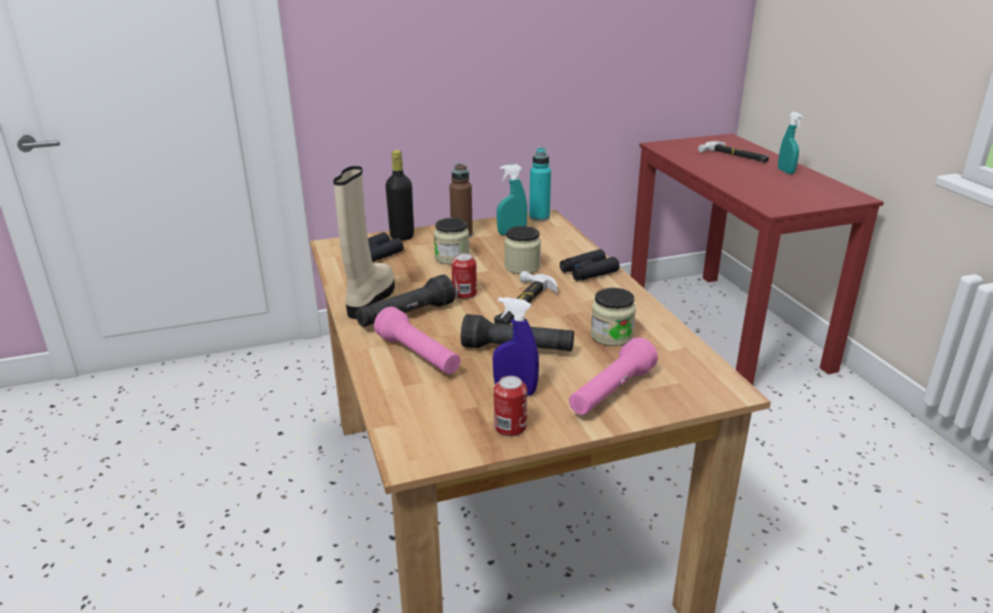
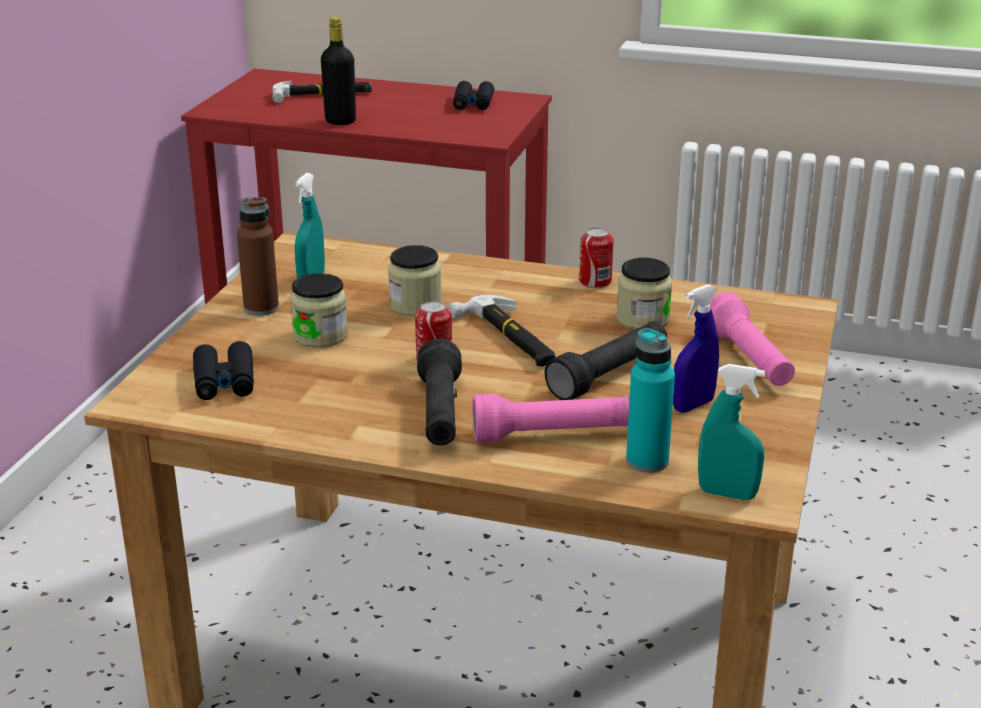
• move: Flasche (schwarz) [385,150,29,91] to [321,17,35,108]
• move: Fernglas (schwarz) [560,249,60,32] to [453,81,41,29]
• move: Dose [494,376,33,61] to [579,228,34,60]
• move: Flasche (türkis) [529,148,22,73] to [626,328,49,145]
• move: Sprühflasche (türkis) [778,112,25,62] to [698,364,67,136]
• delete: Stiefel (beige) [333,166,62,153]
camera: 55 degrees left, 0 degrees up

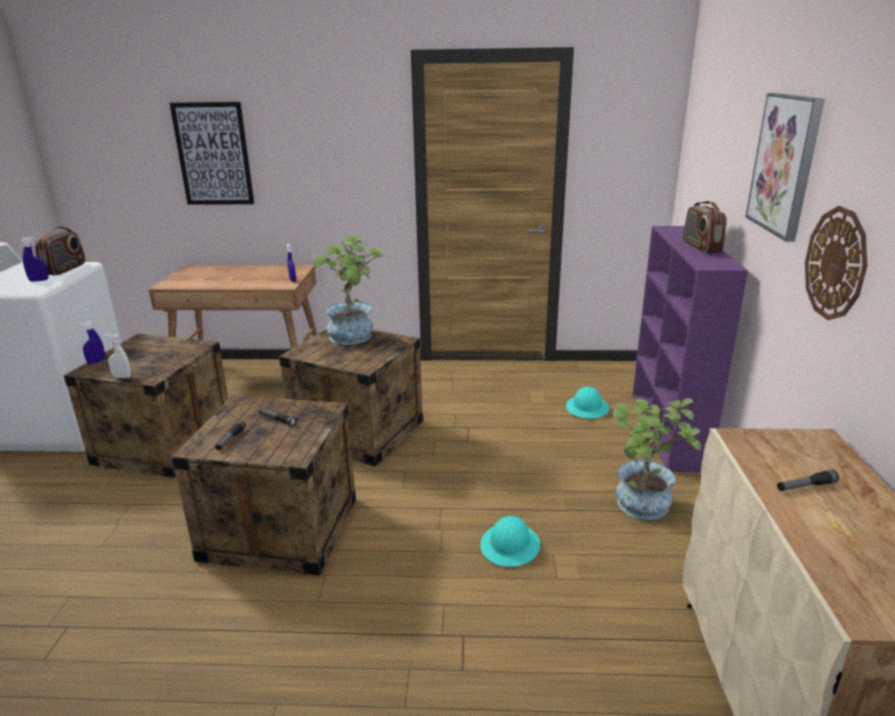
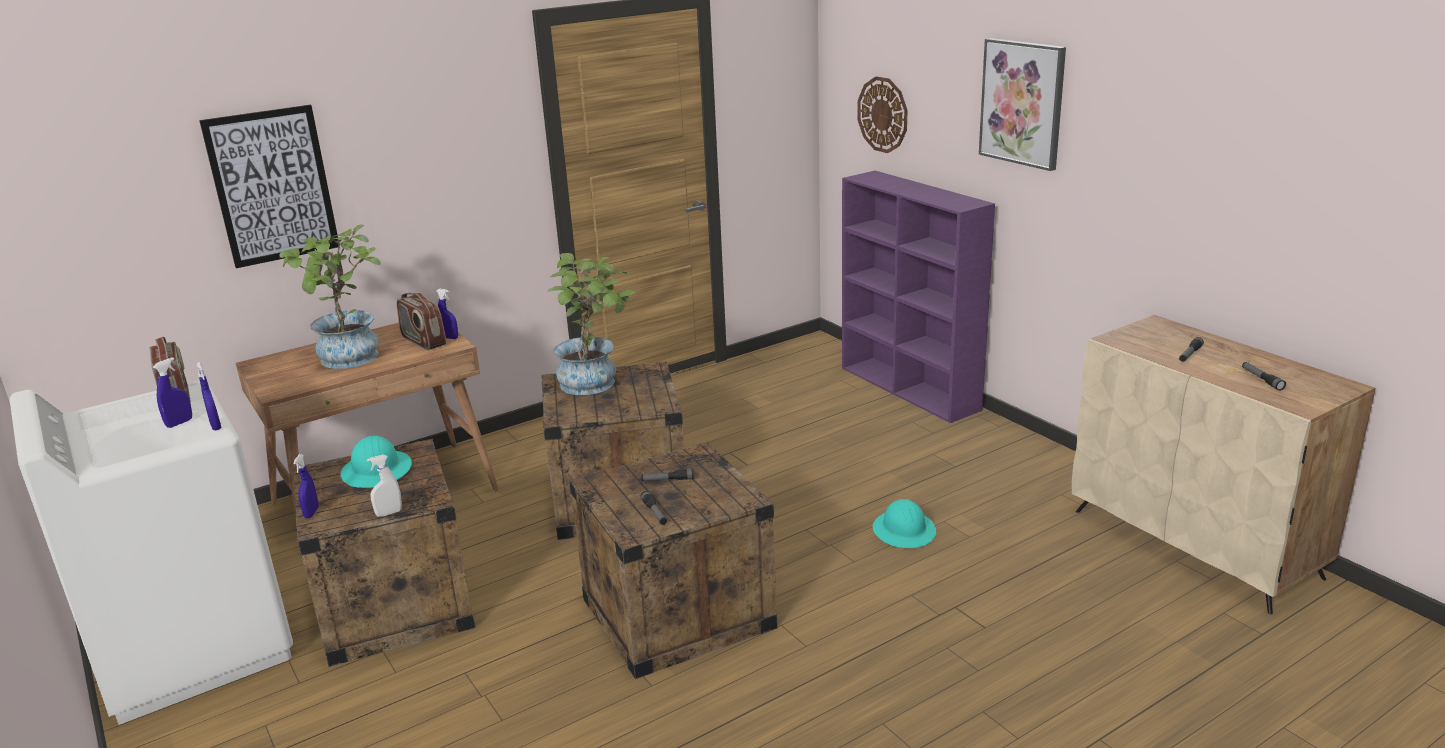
• insert: Sprühflasche (blau) [197,362,24,68]
• move: Topfpflanze [612,398,89,122] to [280,224,101,145]
• move: Schutzhelm (türkis) [566,386,43,33] to [341,436,71,52]
• move: Radio [683,201,44,52] to [397,293,49,57]
• move: Wanduhr [805,206,62,114] to [858,76,50,77]
• insert: Taschenlampe [1242,362,44,29]
camera: 35 degrees left, 0 degrees up

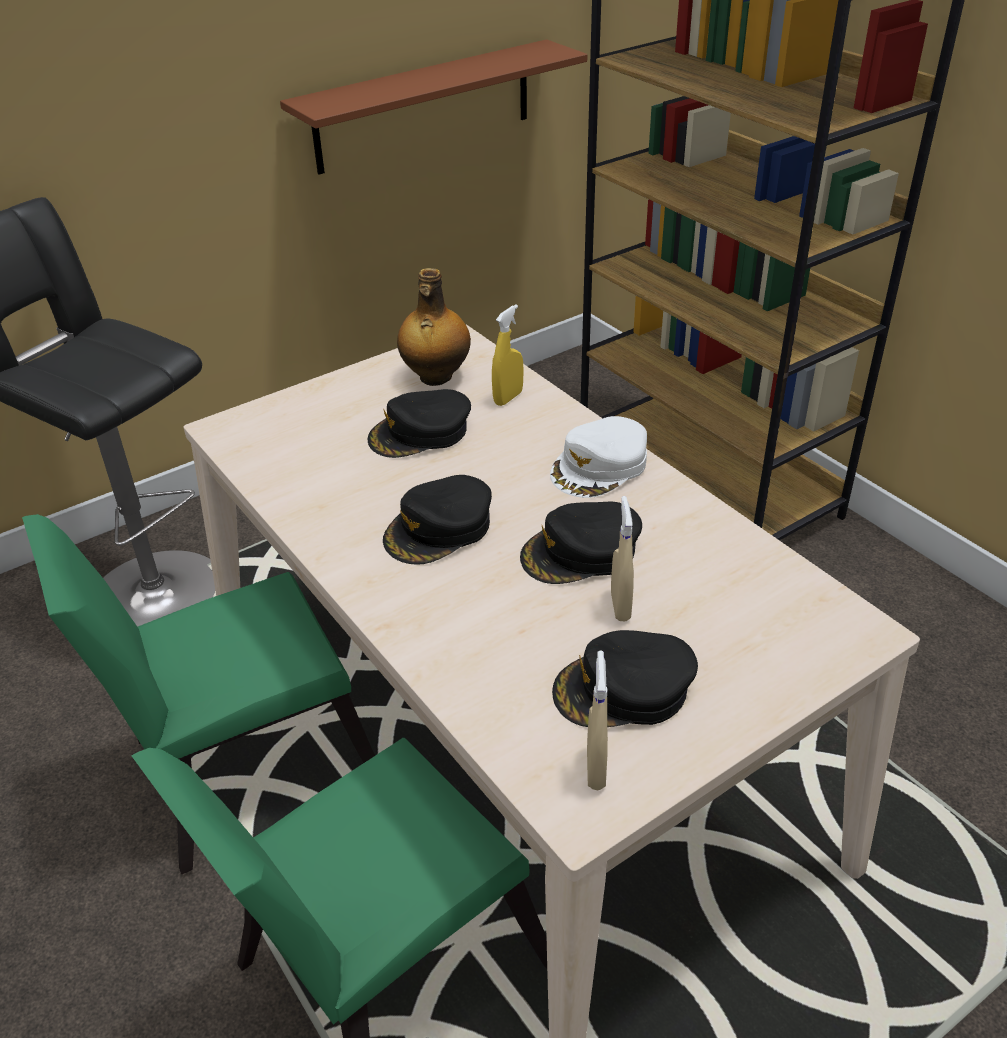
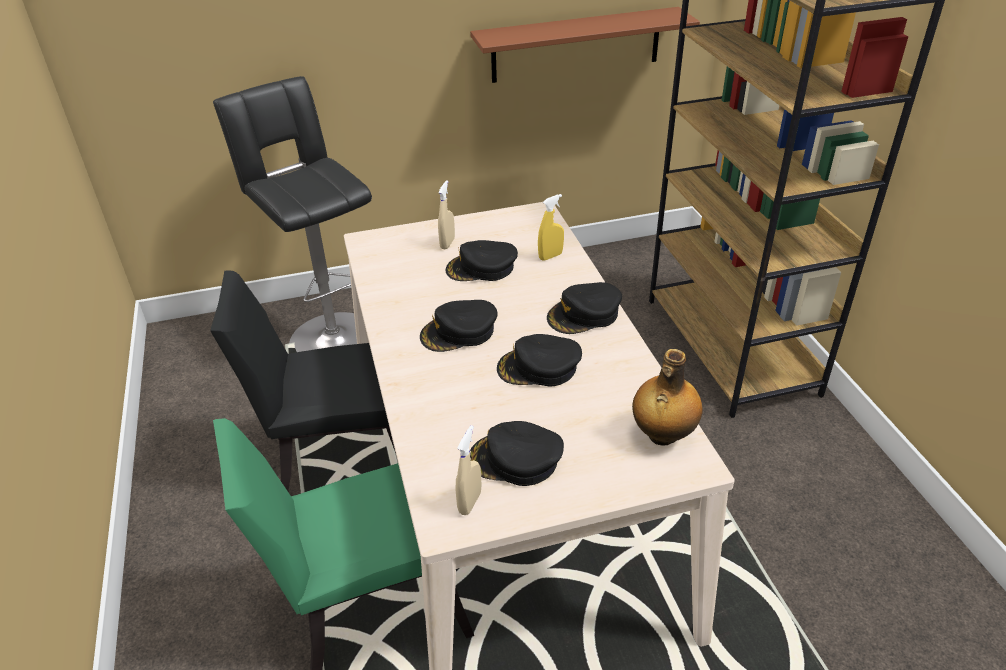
• recolor: Stuhl (grün) [22,514,353,360] to Stuhl (schwarz) [210,270,186,221]
• move: Sprühflasche (beige) [611,496,23,125] to [438,180,17,69]
• recolor: Kappe (weiß) [550,416,97,82] to Kappe (schwarz) [547,282,75,52]
• move: Flasche [397,268,74,118] to [632,349,71,97]
camera: 20 degrees right, 0 degrees up

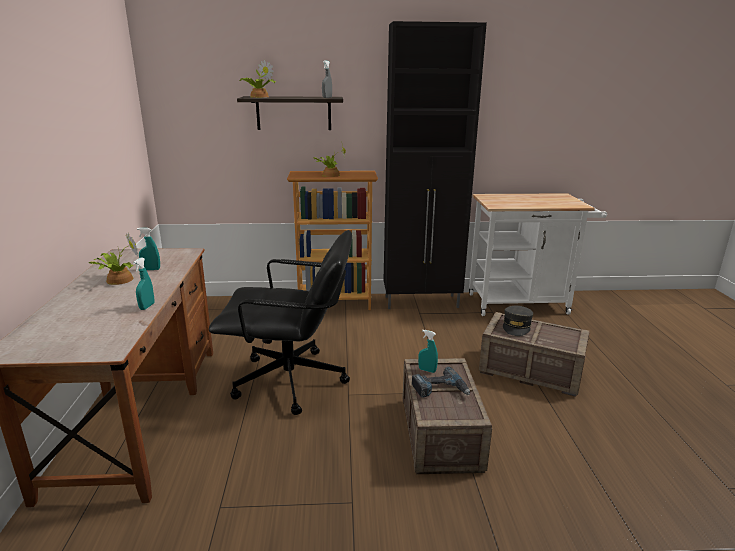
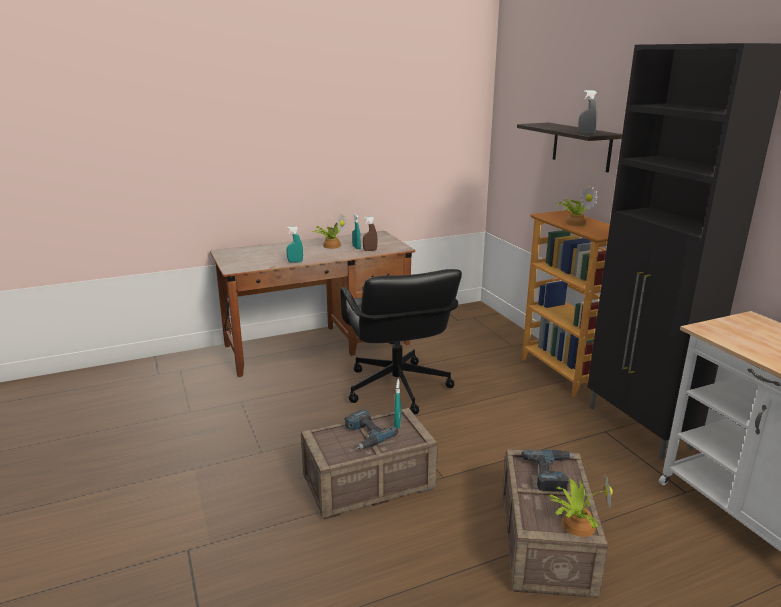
• insert: Sprühflasche (braun) [363,217,15,34]
• replace: Kappe (grau) [503,306,30,30] to Bohrmaschine [521,450,54,41]
• move: Topfpflanze [240,59,36,39] to [549,474,64,63]
camera: 70 degrees right, 0 degrees up

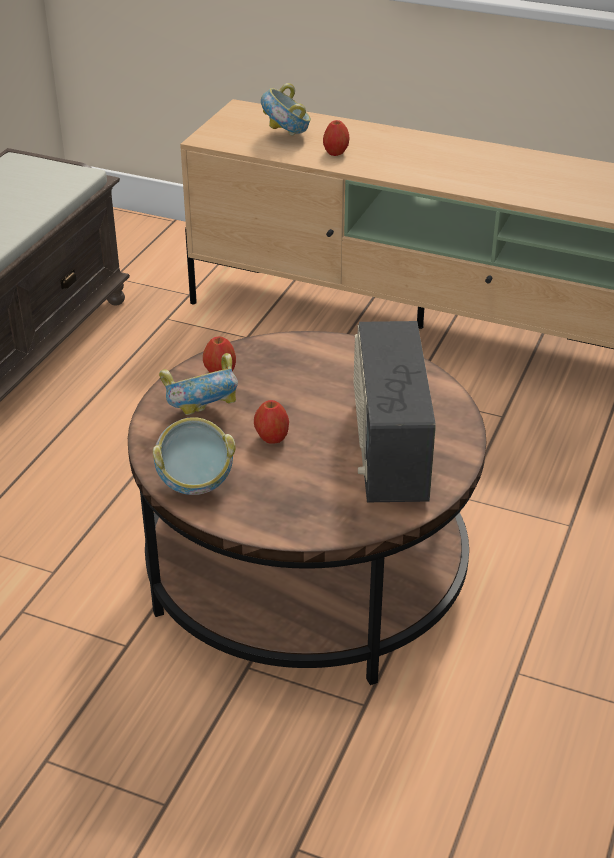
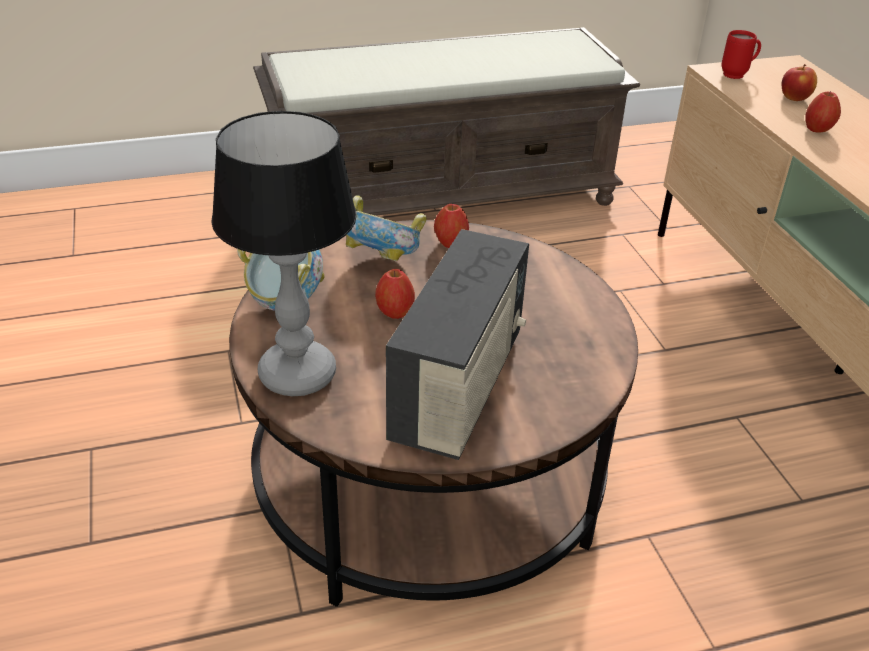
• insert: Tischlampe [211,111,146,285]
• rotate: Radio [354,321,82,181] = [386,229,143,231] 150 degrees clockwise
• insert: Henkelbecher (rot) [721,30,40,49]
• replace: Schüssel [261,83,50,53] to Apfel [782,64,35,37]
camera: 50 degrees right, 0 degrees up

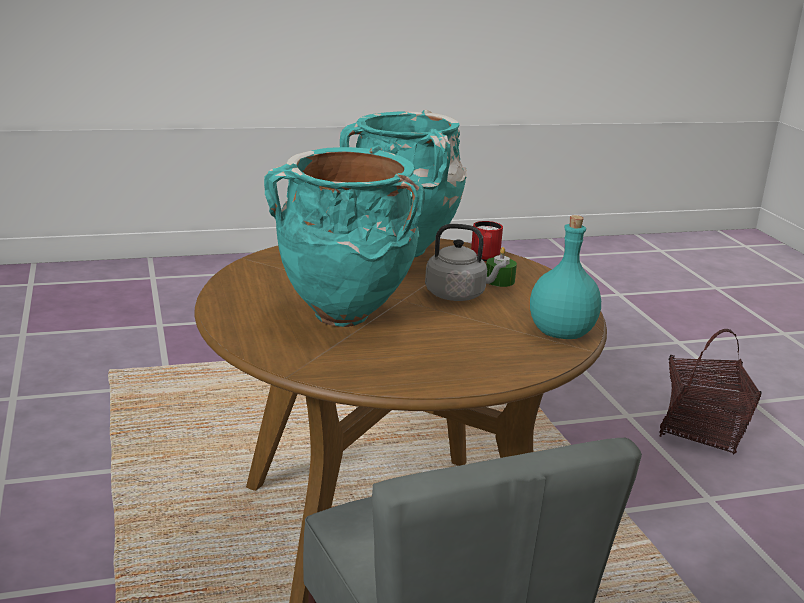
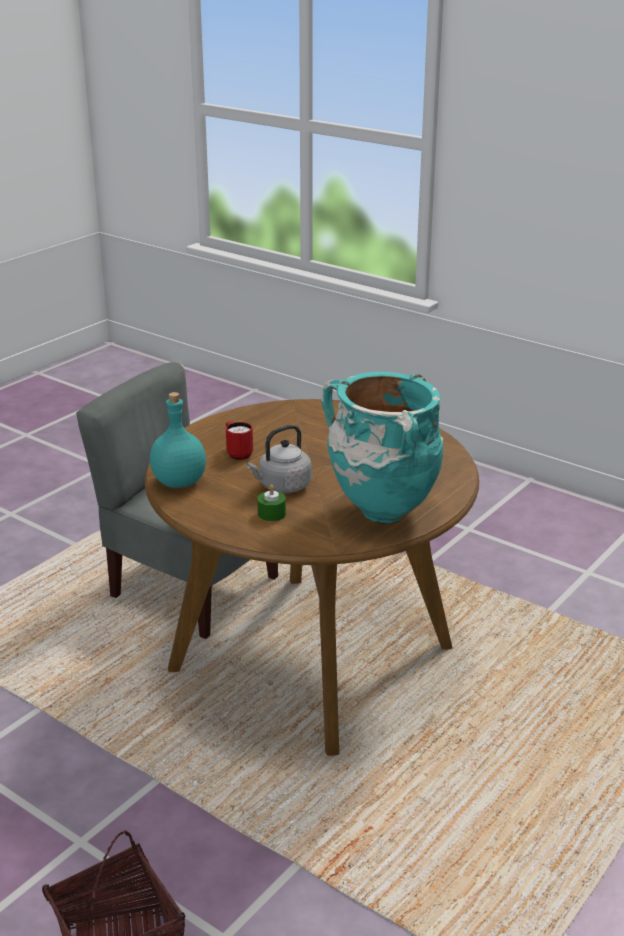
• move: Henkelbecher (rot) [471,221,32,41] to [226,421,27,39]
• delete: Vase (türkis) [264,146,161,181]
camera: 145 degrees right, 5 degrees up

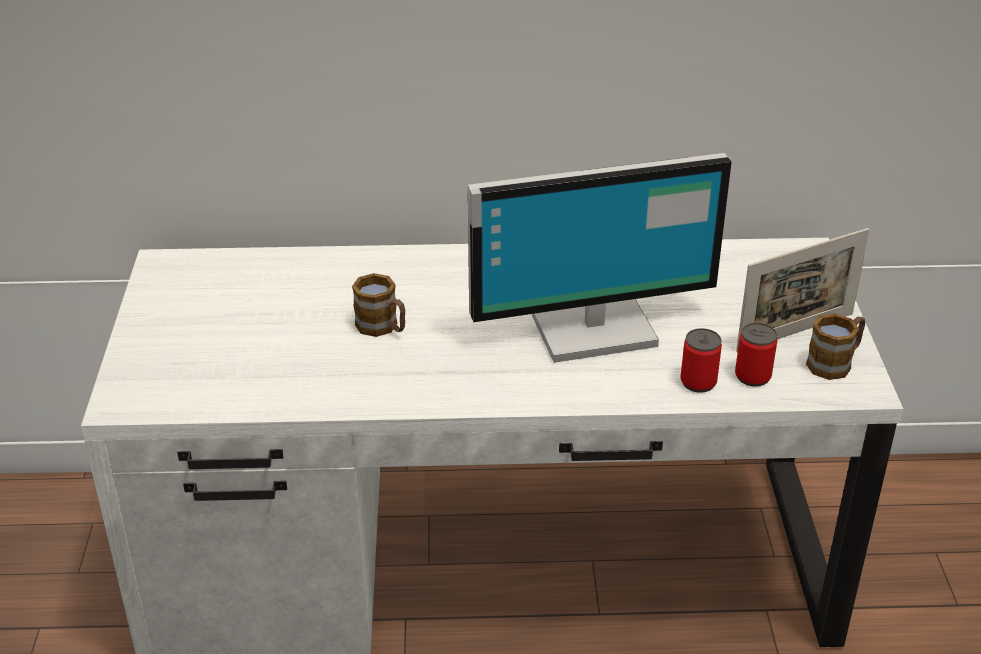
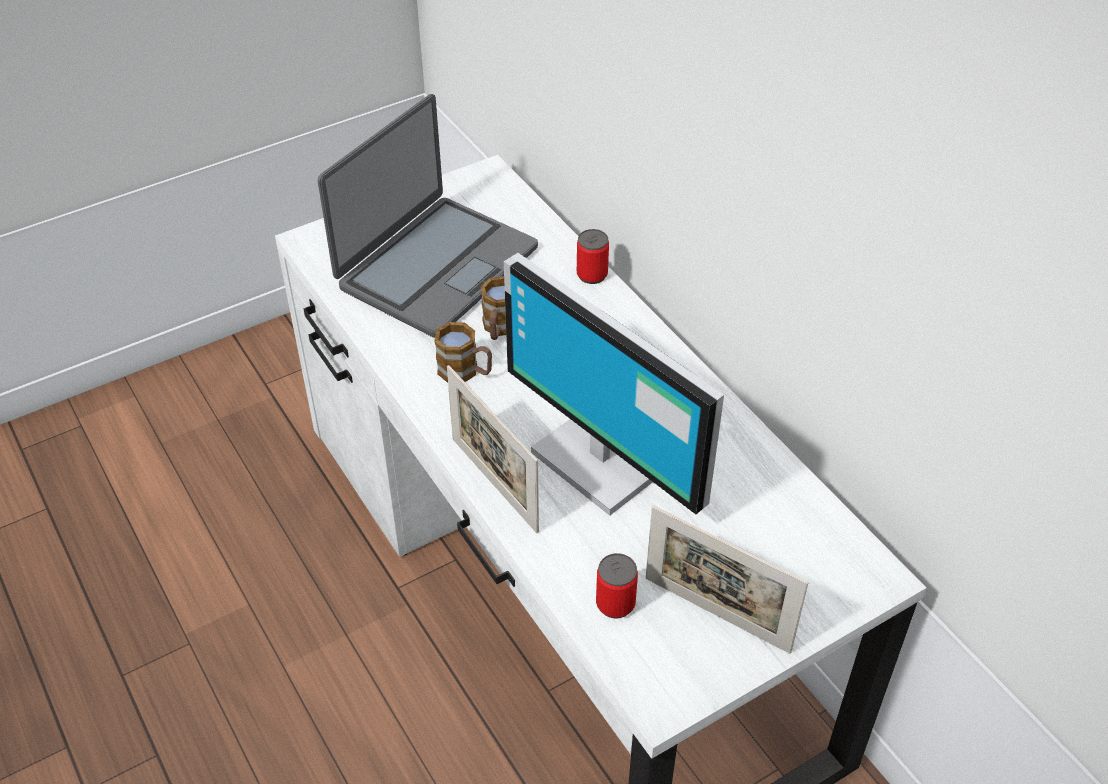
• insert: Laptop [318,94,220,244]
• move: Henkelbecher [806,313,59,67] to [434,322,58,61]
• insert: Bilderrahmen [447,365,92,168]
• move: Dose [680,328,42,65] to [577,229,32,55]
camera: 60 degrees right, 10 degrees up

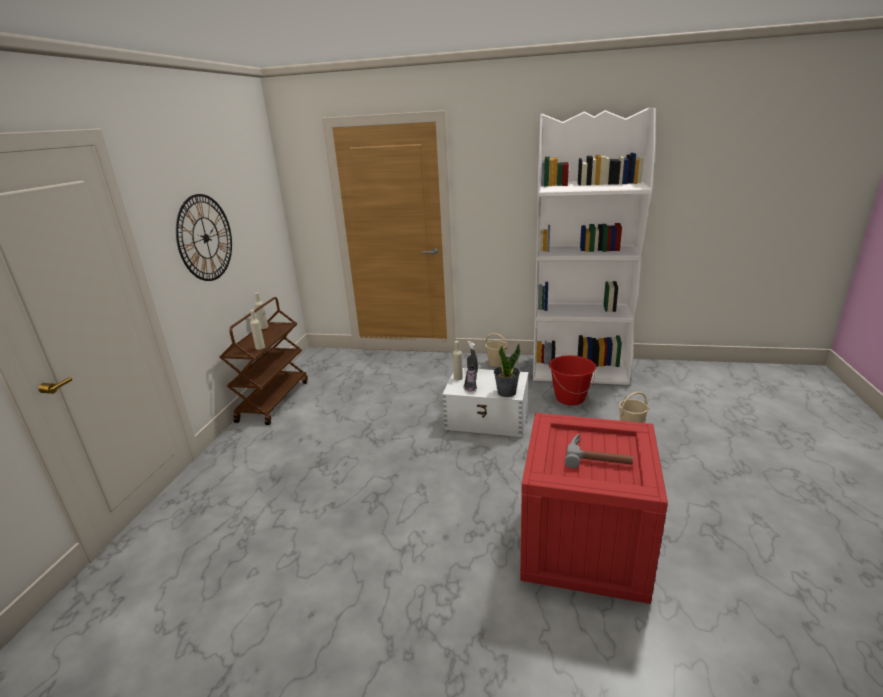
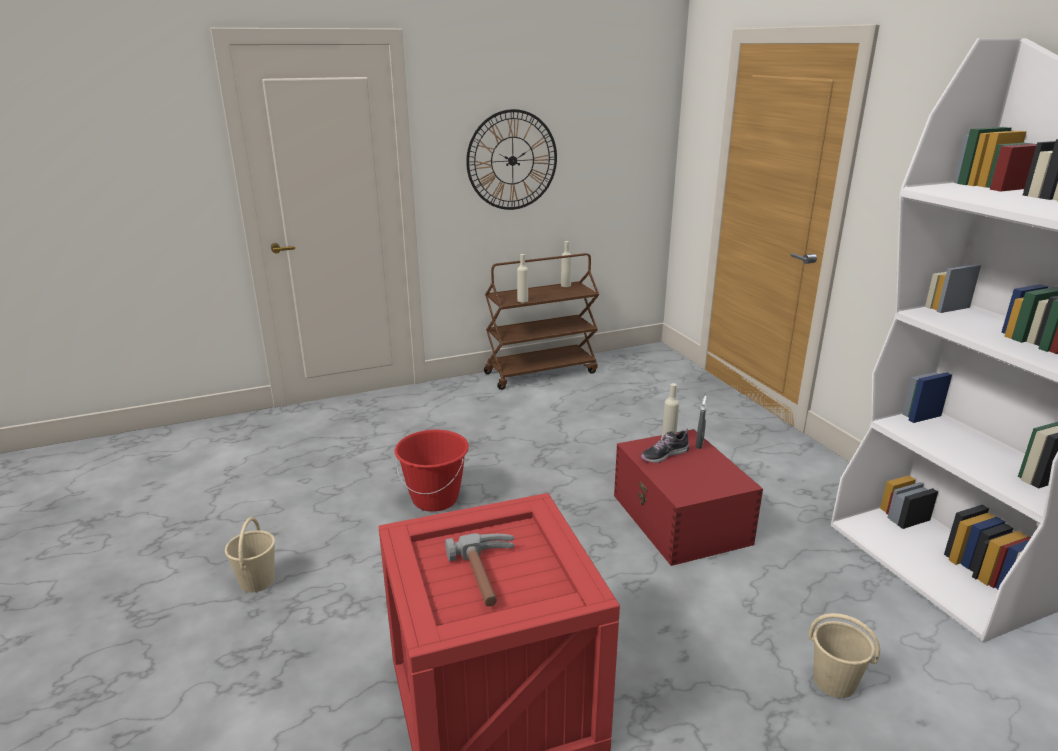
• move: Eimer (beige) [485,333,23,34] to [225,517,50,76]
• move: Eimer (rot) [549,355,47,51] to [395,430,74,82]
• recolor: Aufbewahrungsbox (weiß) [442,368,86,69] to Aufbewahrungsbox (rot) [614,429,149,137]
• delete: Topfpflanze [494,343,26,54]
camera: 55 degrees right, 0 degrees up

